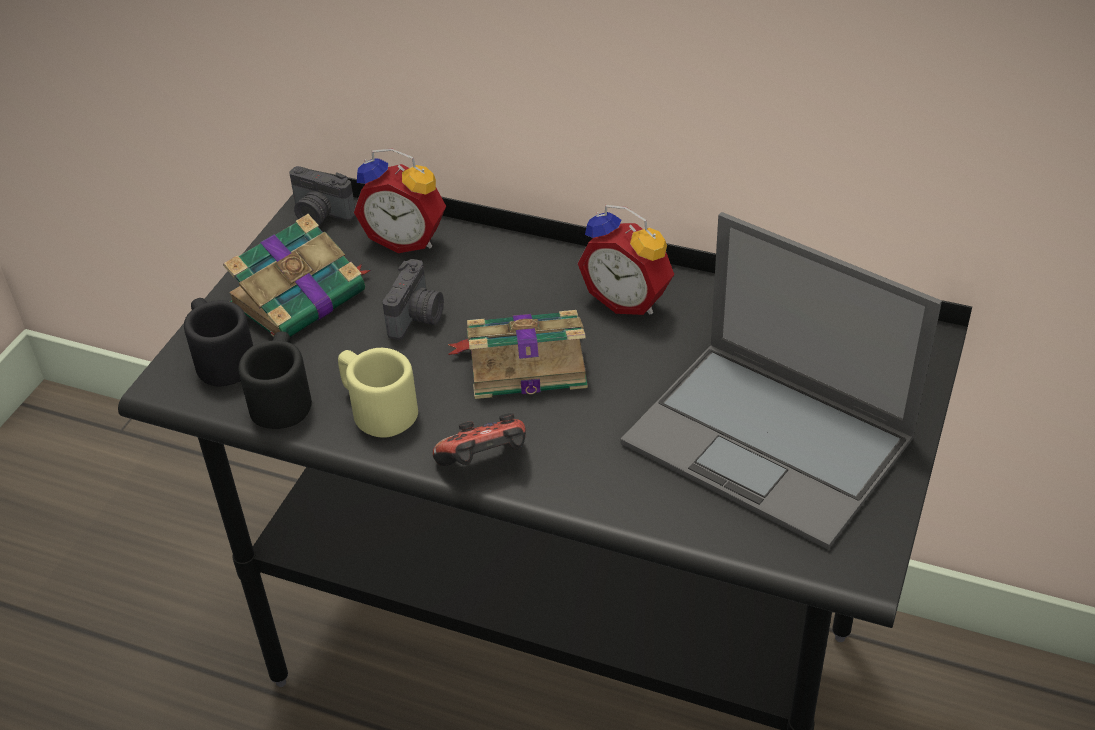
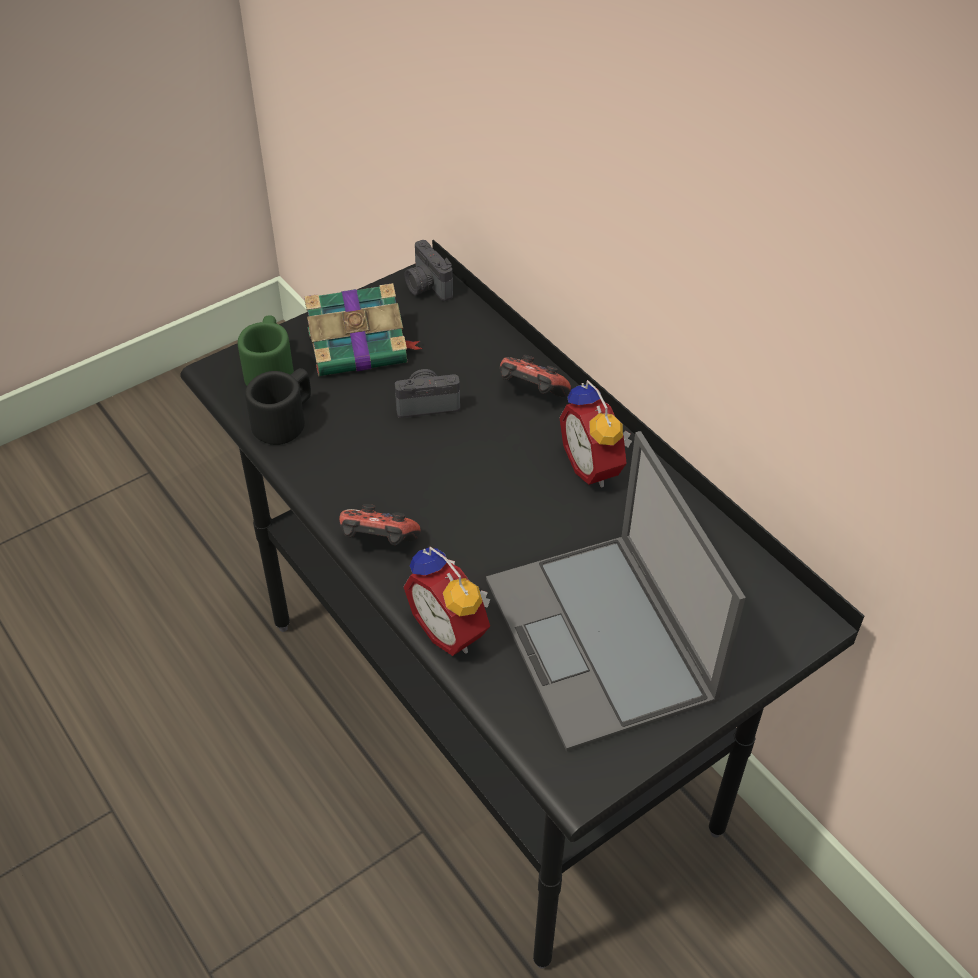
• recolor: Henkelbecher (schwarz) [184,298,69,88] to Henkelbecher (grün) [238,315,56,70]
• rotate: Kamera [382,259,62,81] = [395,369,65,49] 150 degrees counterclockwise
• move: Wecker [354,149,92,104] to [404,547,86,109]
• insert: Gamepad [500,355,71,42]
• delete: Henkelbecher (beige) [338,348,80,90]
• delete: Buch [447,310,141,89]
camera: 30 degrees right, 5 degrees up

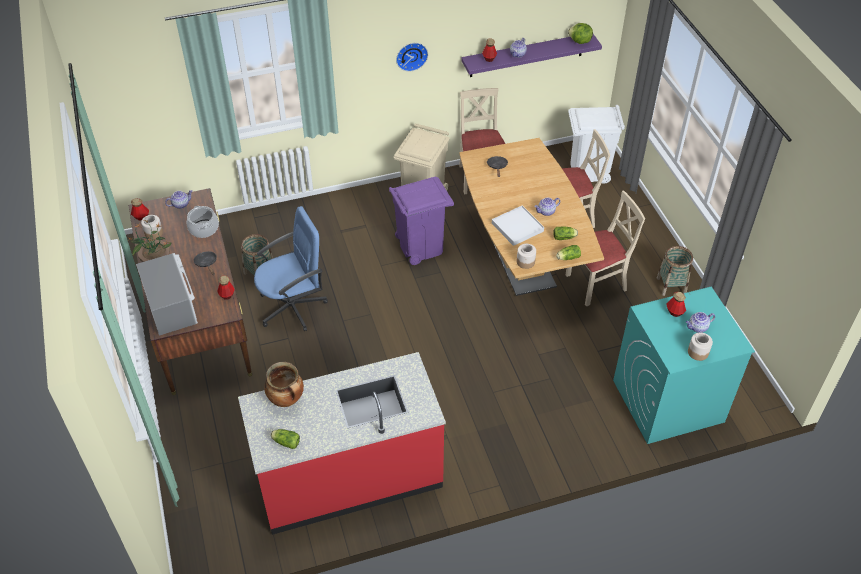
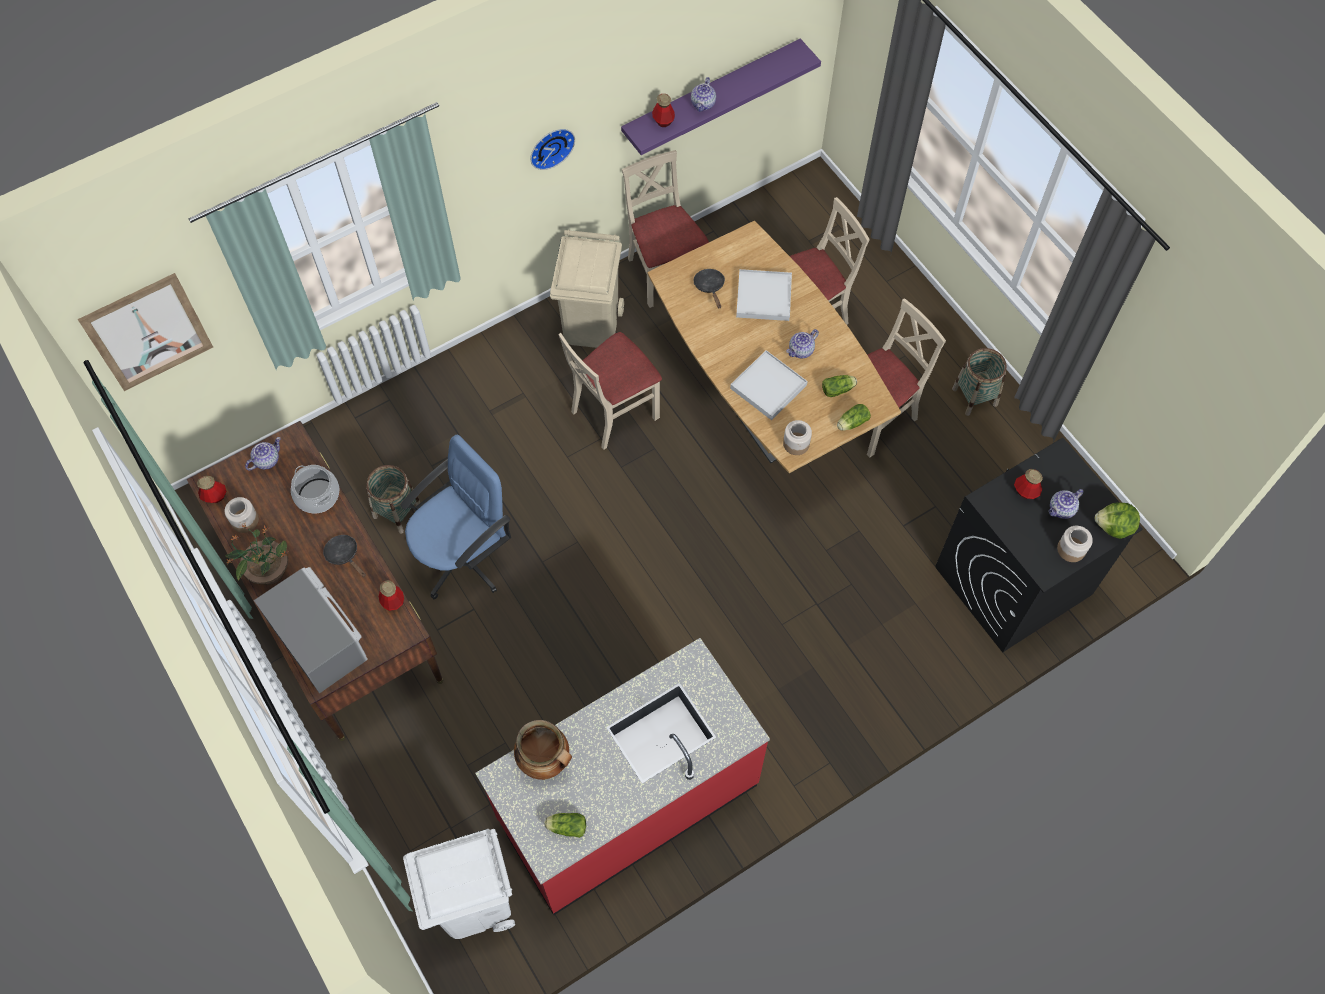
• insert: Bild [78,273,135,118]
• move: Mülleimer (weiß) [568,105,57,79] to [403,829,112,110]
• replace: Mülleimer (lila) [389,177,65,88] to Stuhl (beige) [559,332,103,118]
• insert: Tablett (weiß) [736,269,56,52]
• recolor: Waschmaschine (türkis) [613,287,142,157] to Waschmaschine (schwarz) [935,438,208,214]
• move: Salatkopf [568,23,25,21] to [1095,502,45,37]
camera: 15 degrees left, 15 degrees up

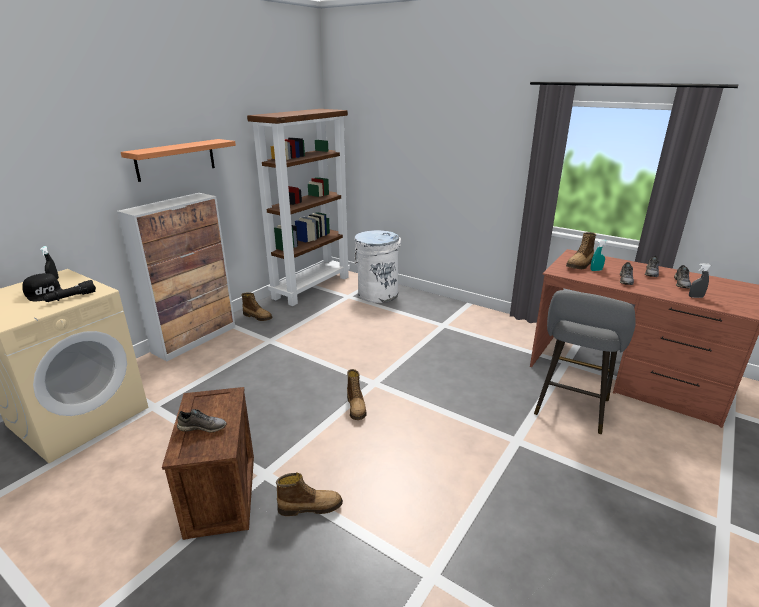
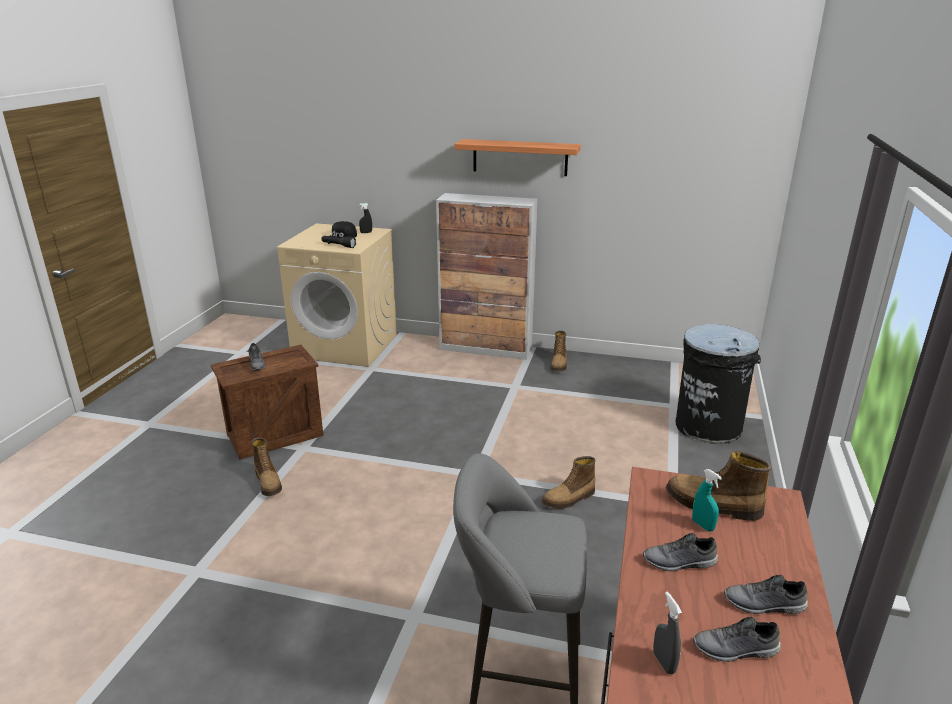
• move: Stiefel [347,369,20,51] to [542,456,54,53]
• recolor: Mülleimer (weiß) [354,230,47,73] to Mülleimer (schwarz) [676,324,85,120]
• delete: Bücherregal (braun) [247,109,103,197]
camera: 70 degrees right, 0 degrees up

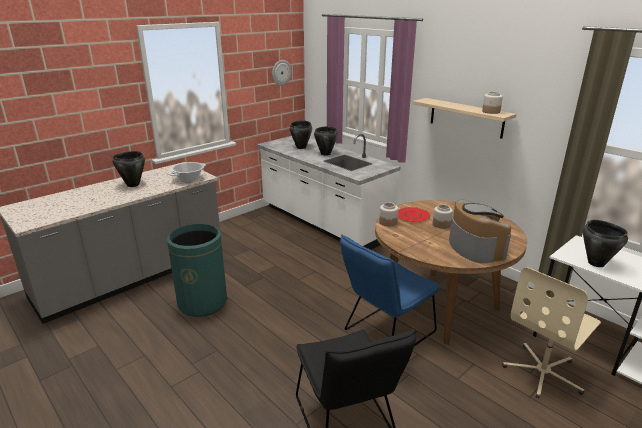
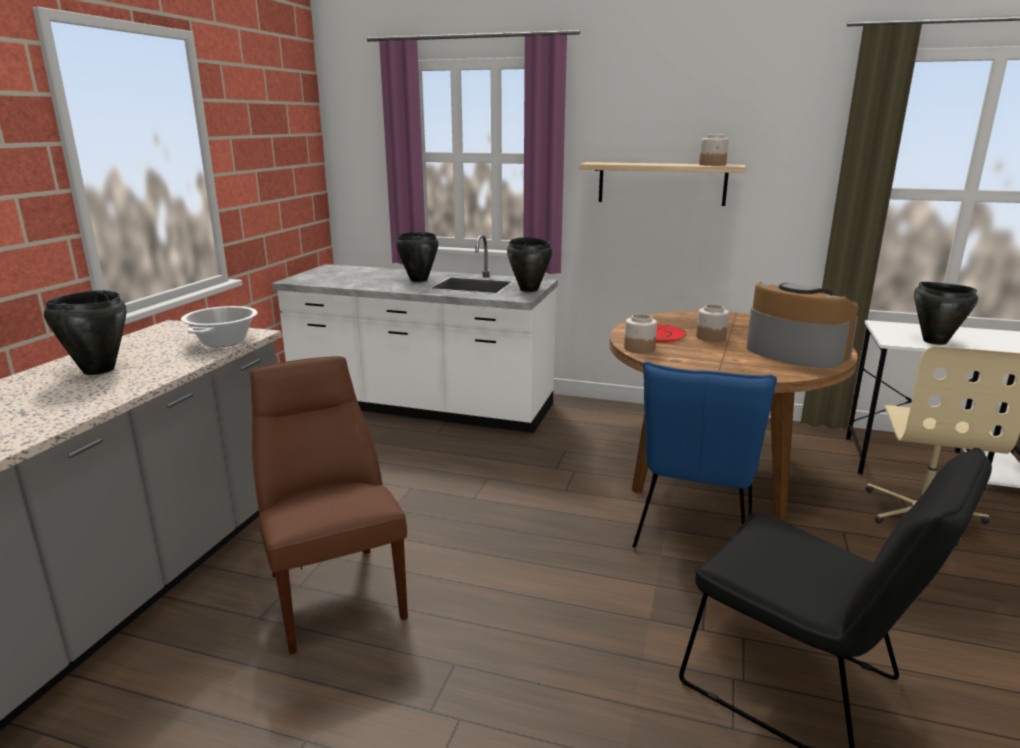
• replace: Mülleimer (grün) [167,224,60,93] to Stuhl (braun) [250,356,158,298]
• move: Kochtopf (schwarz) [290,120,22,29] to [507,237,45,55]
• delete: Wanduhr [272,60,20,26]
camera: 30 degrees left, 5 degrees down

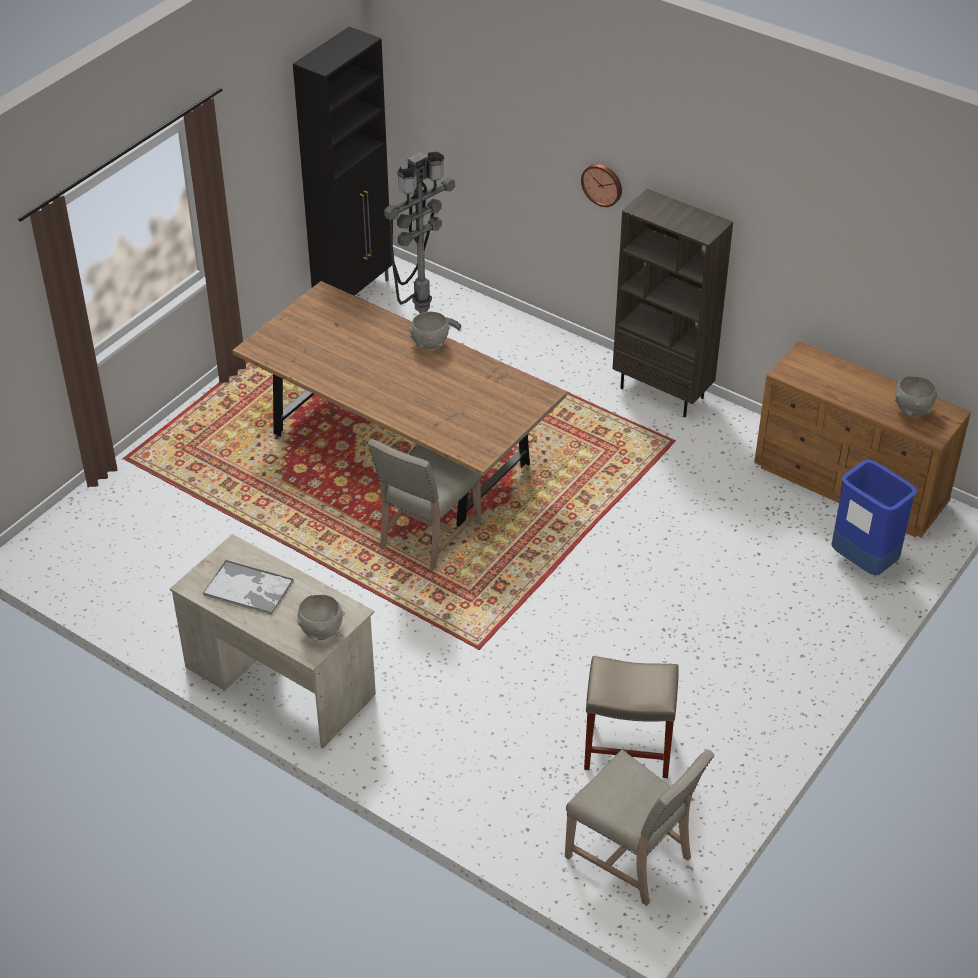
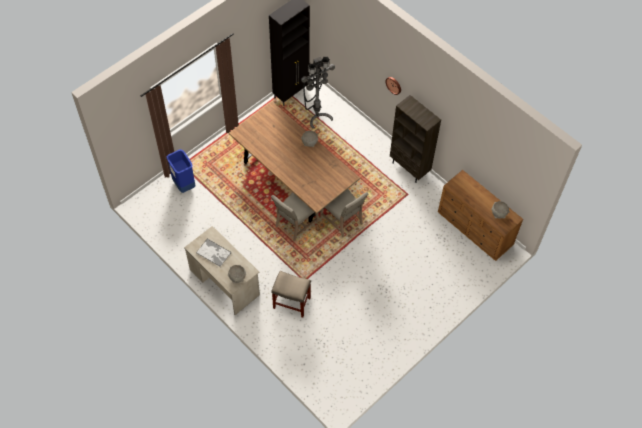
• move: Mülleimer (blau) [831,460,86,116] to [167,149,28,44]
• move: Hocker (beige) [584,656,95,122] to [271,271,40,47]
• move: Stuhl (beige) [565,750,150,156] to [320,189,48,48]
camera: 10 degrees right, 15 degrees up

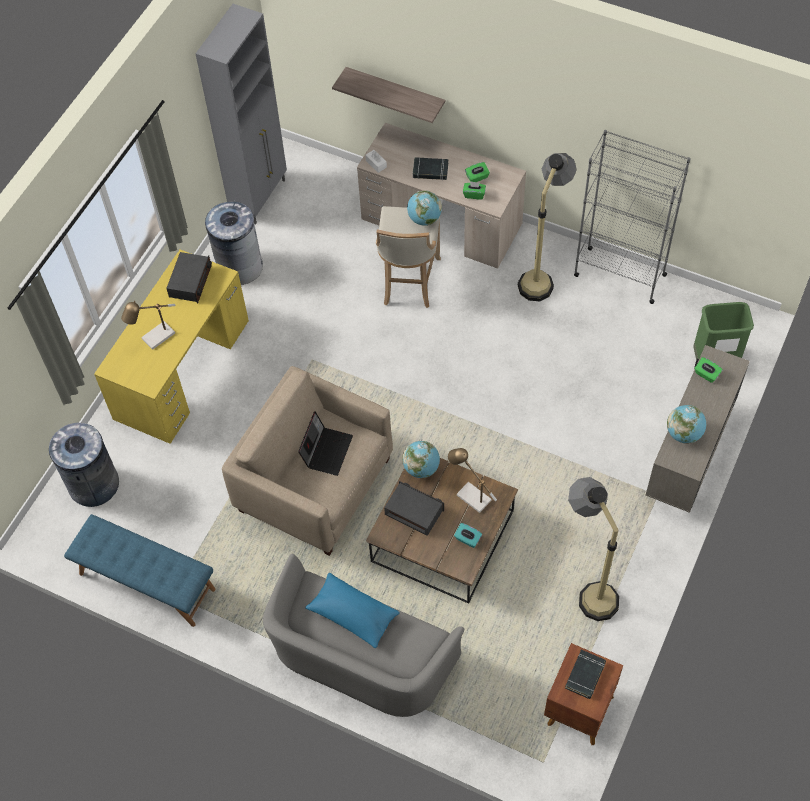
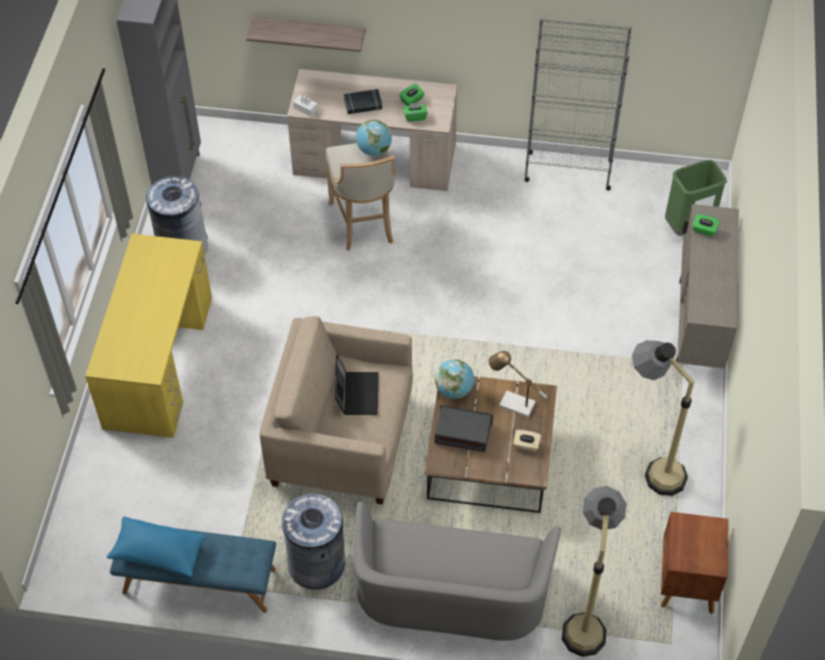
• move: Kissen (blau) [305,573,95,75] to [107,516,100,61]
• move: Mülleimer (grau) [47,423,72,84] to [282,494,63,96]
• recolor: Taschentuchbox (türkis) [454,523,28,25] to Taschentuchbox (beige) [513,430,28,22]
• move: Stehlampe [518,153,59,148] to [562,486,64,171]
• delete: Tischlampe [121,301,54,49]
• delete: Radio [166,252,46,51]
• delete: Buch (schwarz) [565,650,41,49]
• delete: Globus [667,405,39,39]
camera: 20 degrees left, 5 degrees down

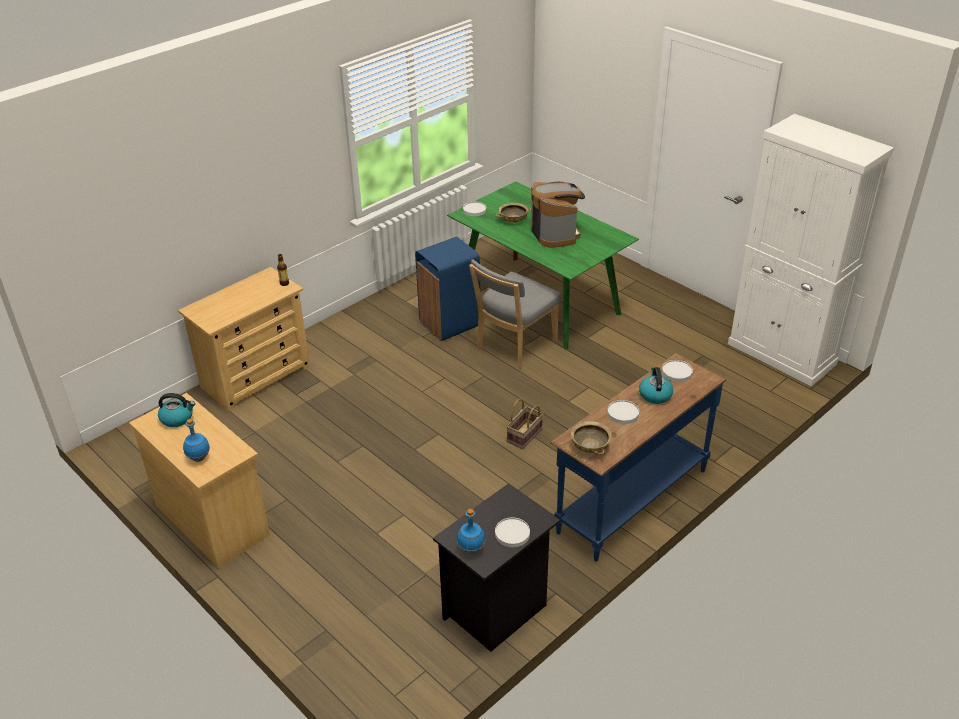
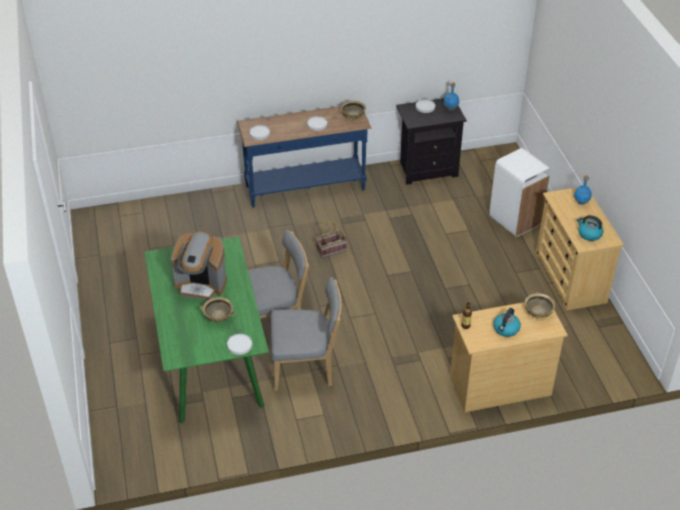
• rotate: Kaffeemaschine [531,182,54,66] = [171,231,56,69] 90 degrees counterclockwise
• replace: Mülleimer (blau) [415,237,65,104] to Stuhl (grau) [270,277,71,113]
• insert: Mülleimer (weiß) [489,148,62,89]
• move: Wasserkessel [639,367,34,37] to [493,308,28,29]
• insert: Schüssel (beige) [525,293,30,27]
• delete: Schrank (weiß) [728,114,166,272]
camera: 150 degrees left, 5 degrees up

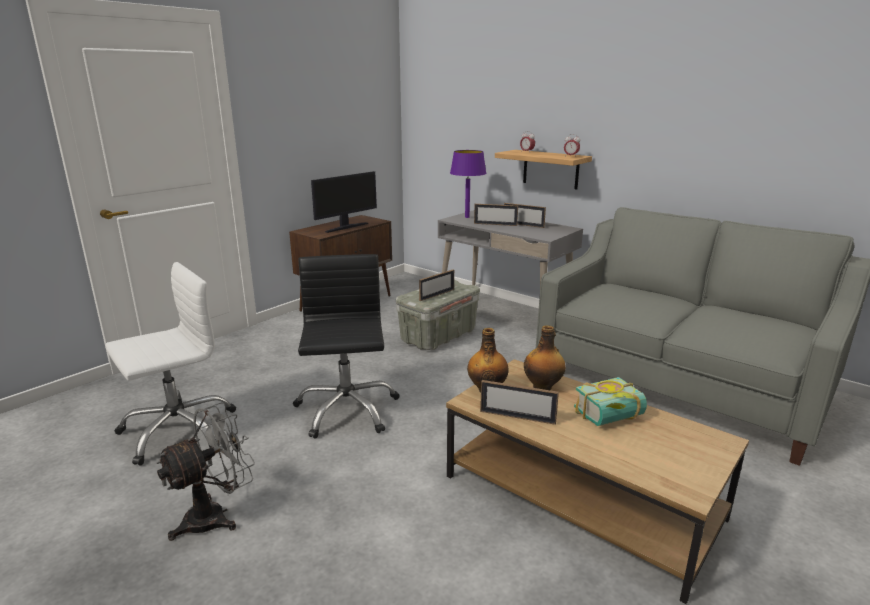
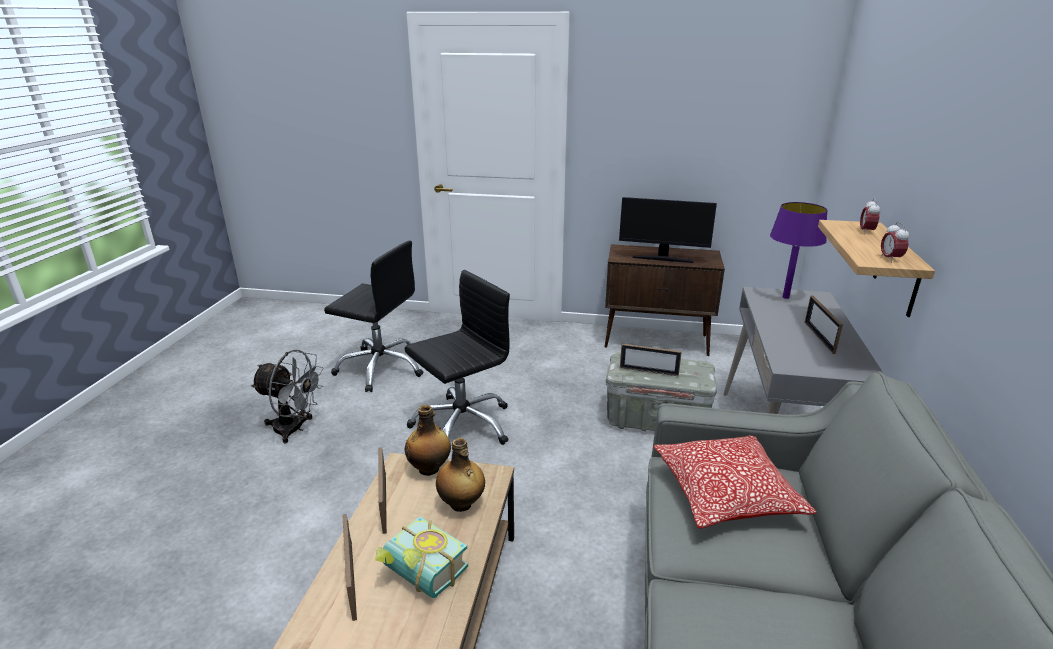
• recolor: Bürostuhl (weiß) [105,262,131,203] to Bürostuhl (schwarz) [324,241,99,151]
• move: Bilderrahmen [474,204,44,22] to [342,514,15,107]
• insert: Kissen [653,436,164,92]
camera: 60 degrees right, 5 degrees up

